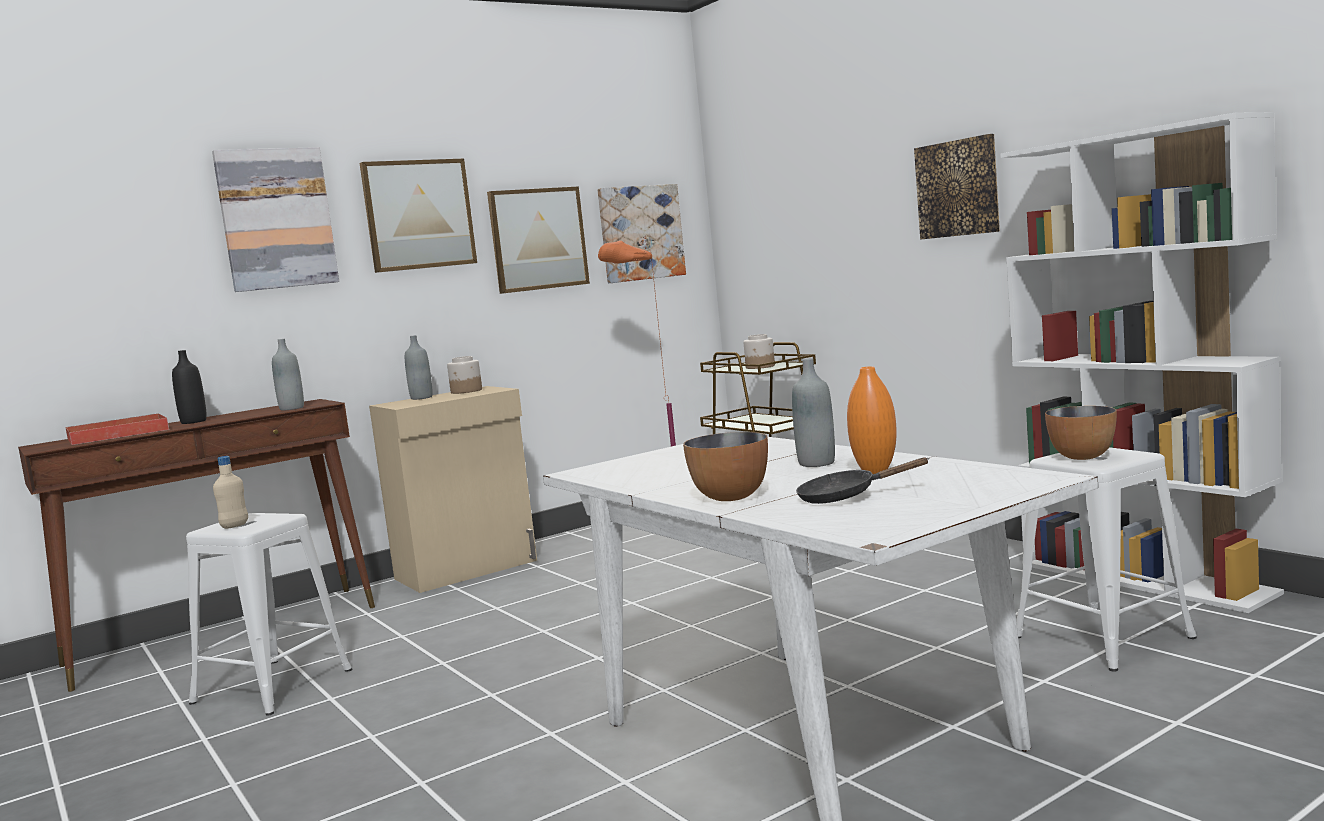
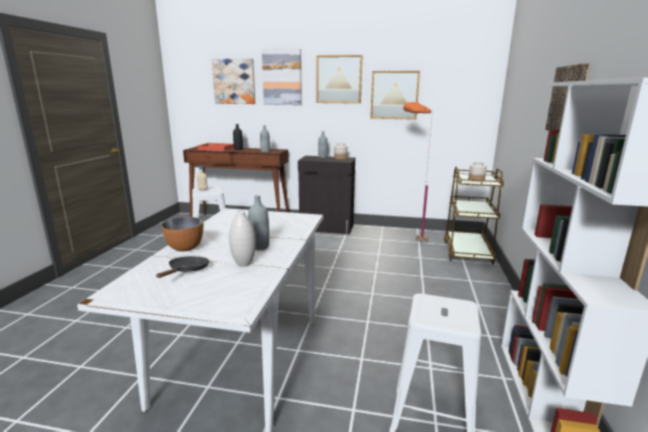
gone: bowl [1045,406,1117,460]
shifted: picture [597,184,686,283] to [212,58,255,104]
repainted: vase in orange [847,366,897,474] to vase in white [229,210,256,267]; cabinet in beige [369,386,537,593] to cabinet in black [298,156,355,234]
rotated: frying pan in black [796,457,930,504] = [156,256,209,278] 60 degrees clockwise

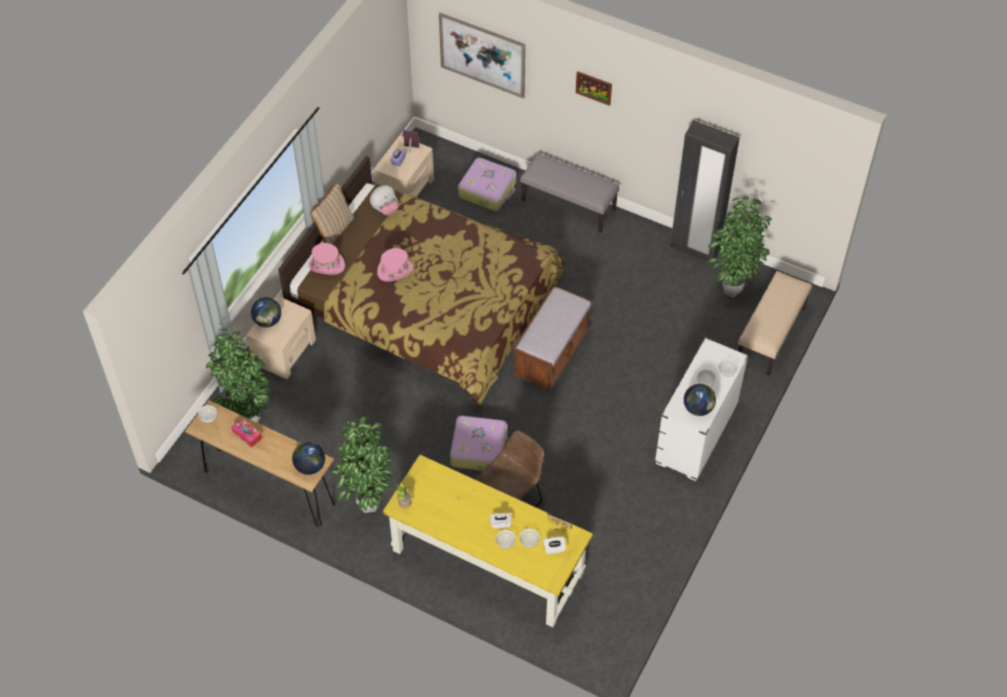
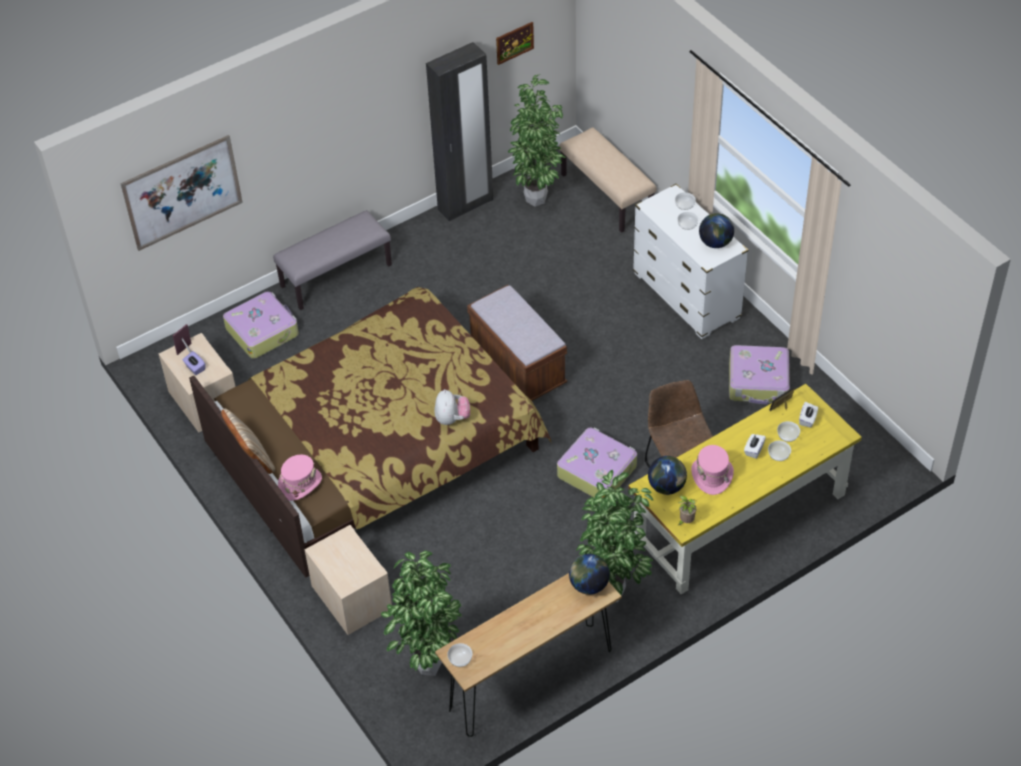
gone: tissue box [231,418,262,448]
new: suitcase [729,345,790,405]
shifted: picture [575,71,612,106] to [496,22,534,65]; plush toy [370,185,399,215] to [434,389,470,425]; hat in pink [377,248,413,282] to [691,445,734,495]; globe [251,297,281,327] to [648,456,687,495]

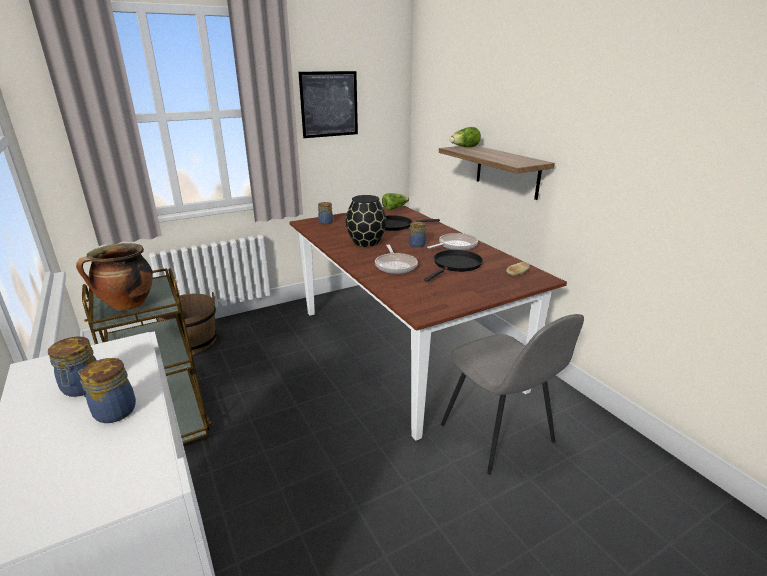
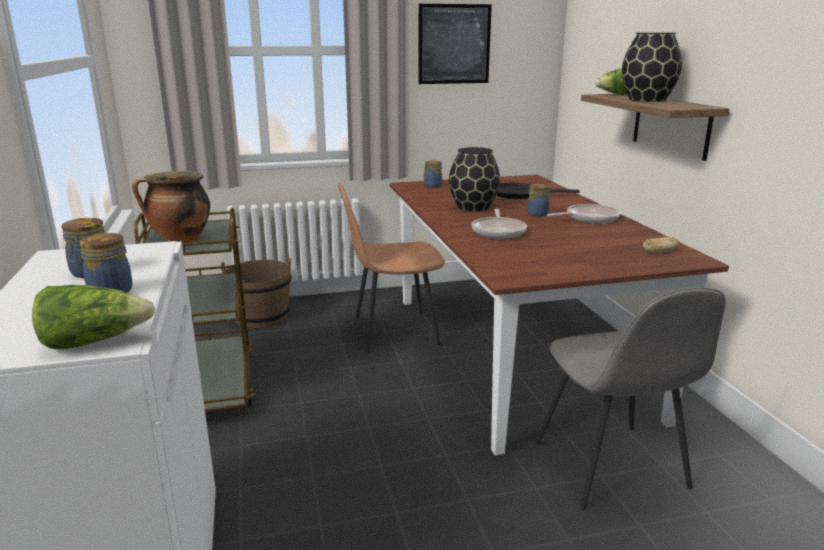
gone: frying pan in black [424,250,483,282]
new: vase in black [622,33,682,102]; chair in brown [338,183,445,352]
shifted: lettuce [382,193,409,210] to [32,285,155,349]

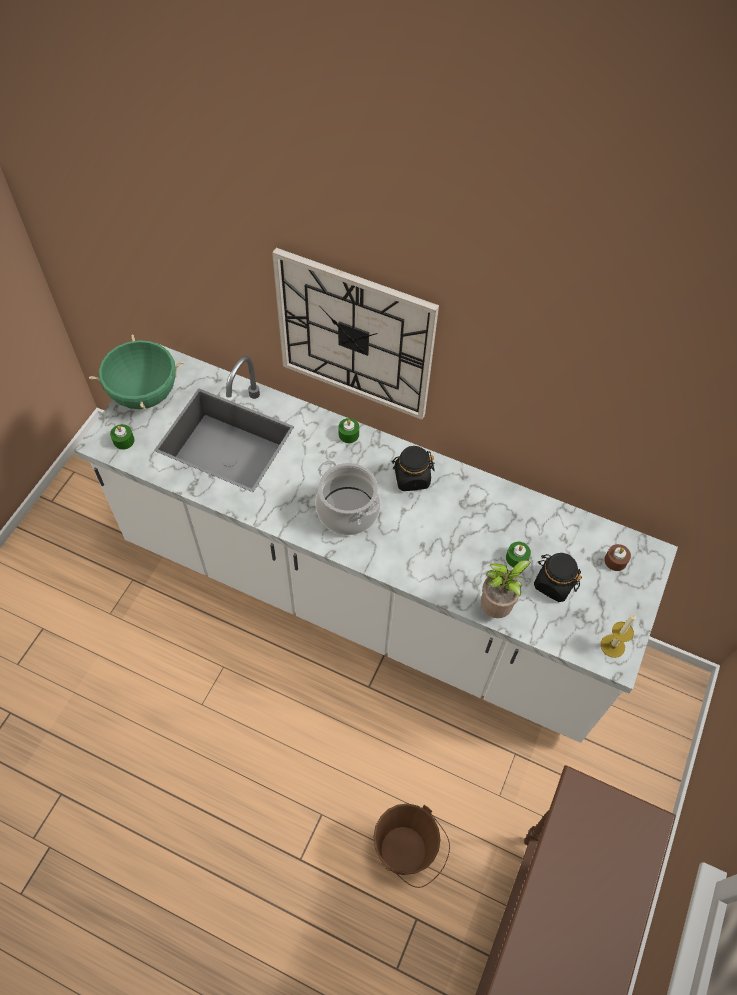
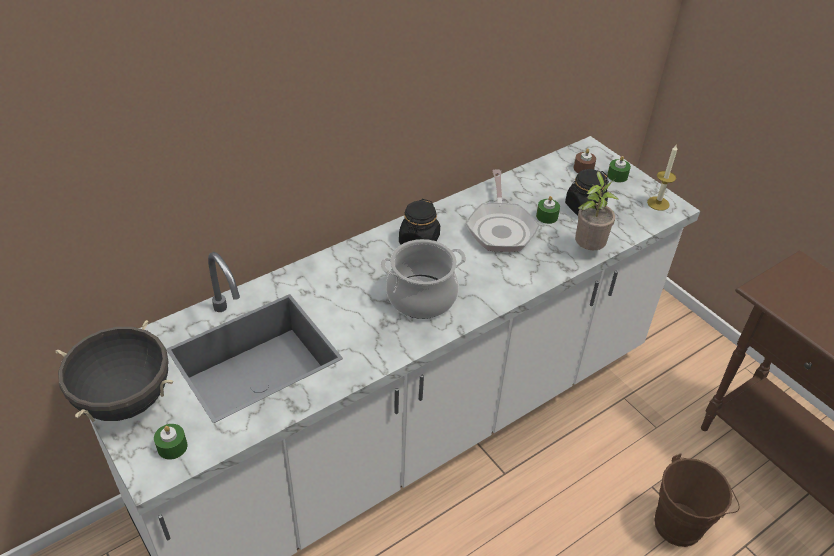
gone: wall clock [272,248,439,420]
new: frying pan [466,170,540,252]
shifted: candle in green [338,418,359,443] to [607,156,631,182]
repainted: cooking pot in green [89,335,184,411] to cooking pot in black [56,320,173,422]

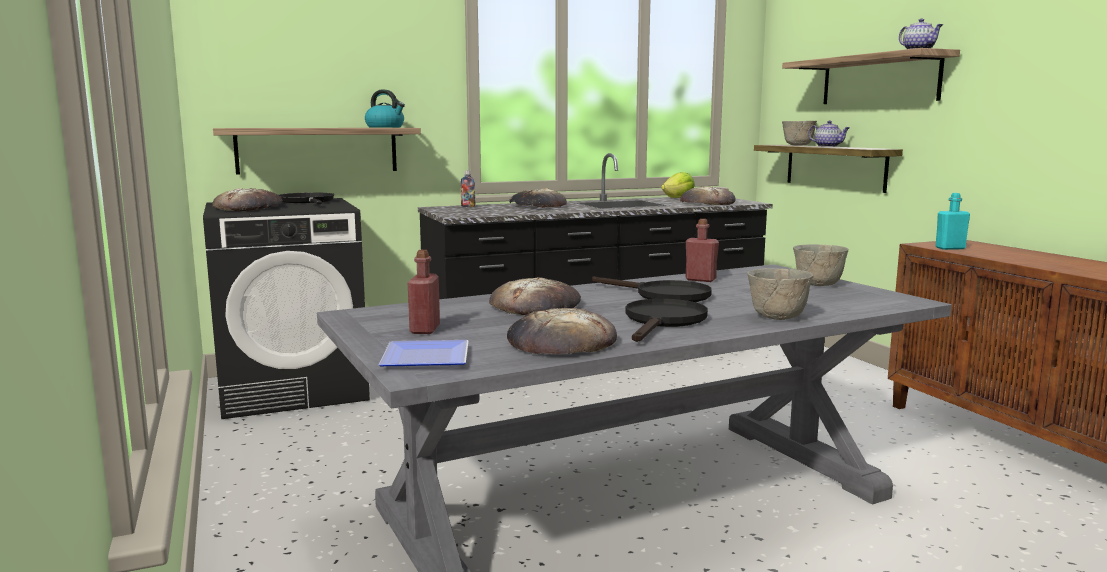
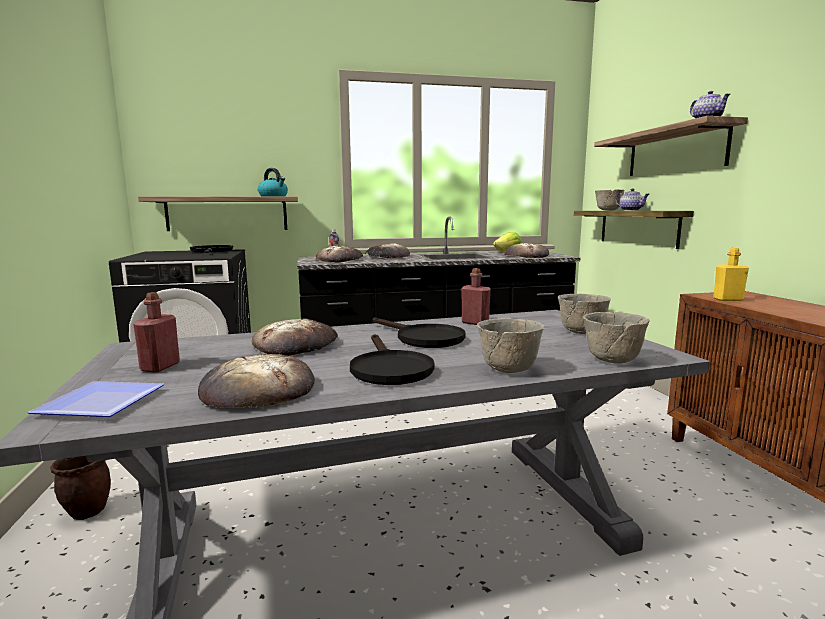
new: bowl in grey [583,312,649,363]; planter in brown [50,456,111,520]
shifted: bread [213,188,283,211] to [316,246,363,262]
repainted: bottle in turquoise [935,193,970,250] to bottle in yellow [713,248,749,301]
rotated: frying pan in black [625,299,708,342] = [350,334,434,385] 135 degrees clockwise

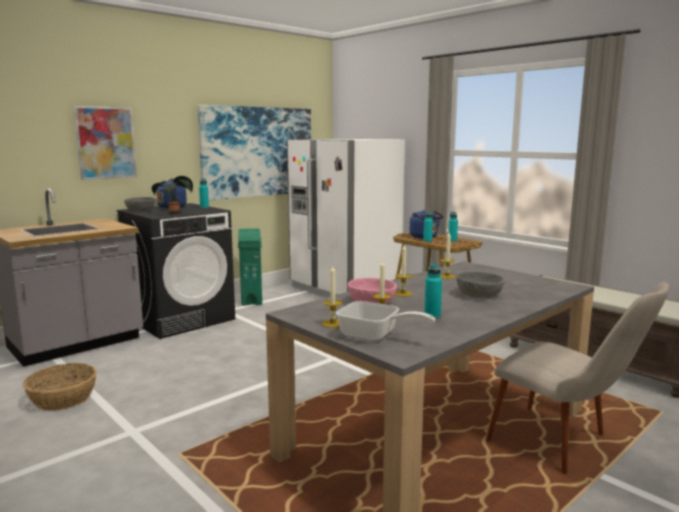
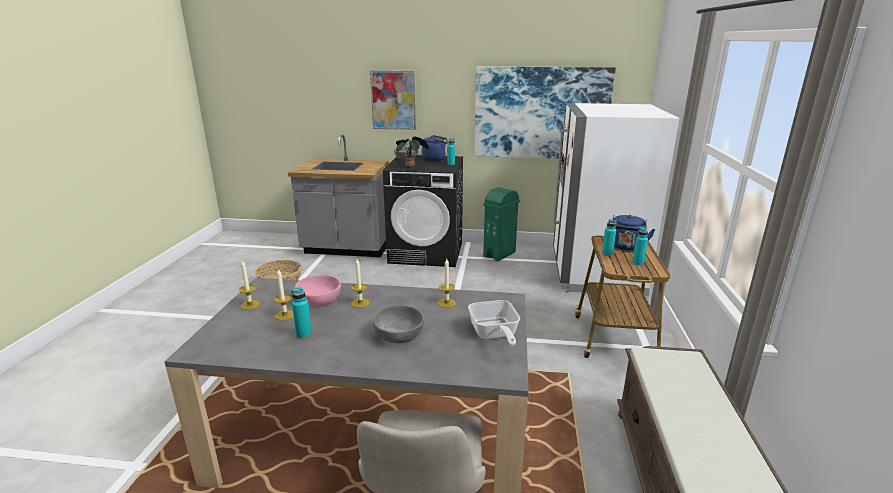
shifted: frying pan [336,301,436,341] to [468,300,520,346]

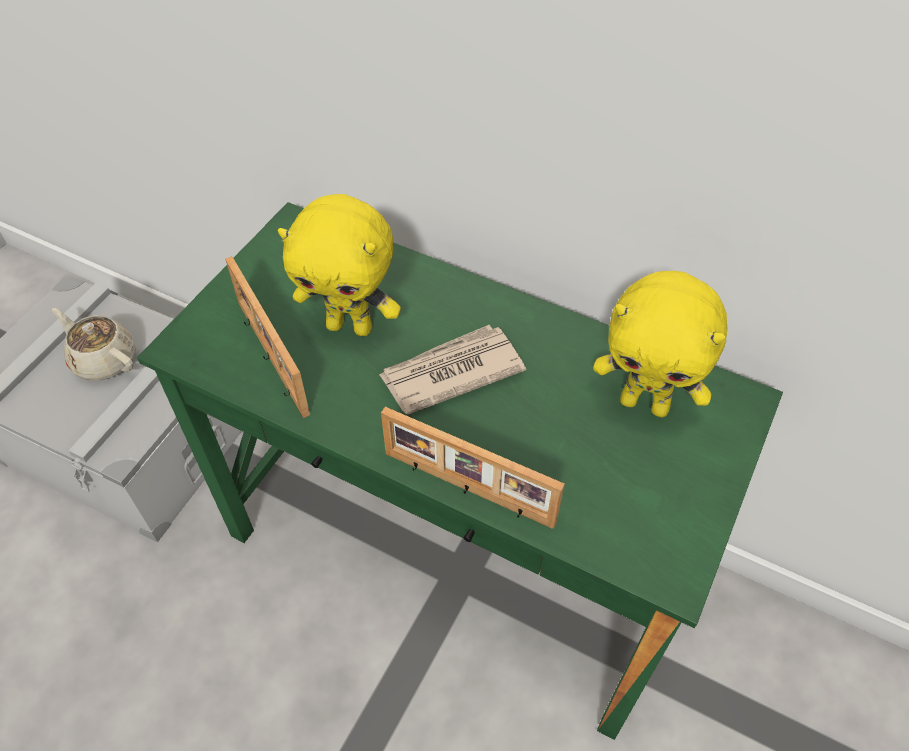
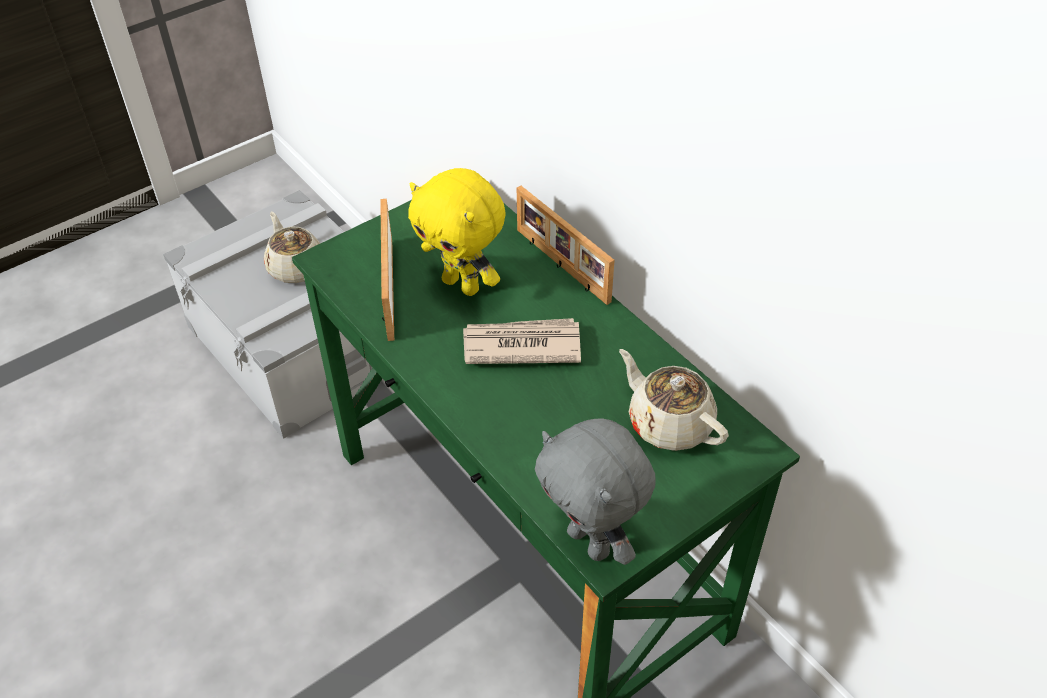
new: plush toy in grey [535,419,656,565]
shifted: picture frame [381,407,565,529] to [517,186,614,305]
swapped: plush toy in yellow [593,271,727,417] to teapot in beige [619,349,729,451]

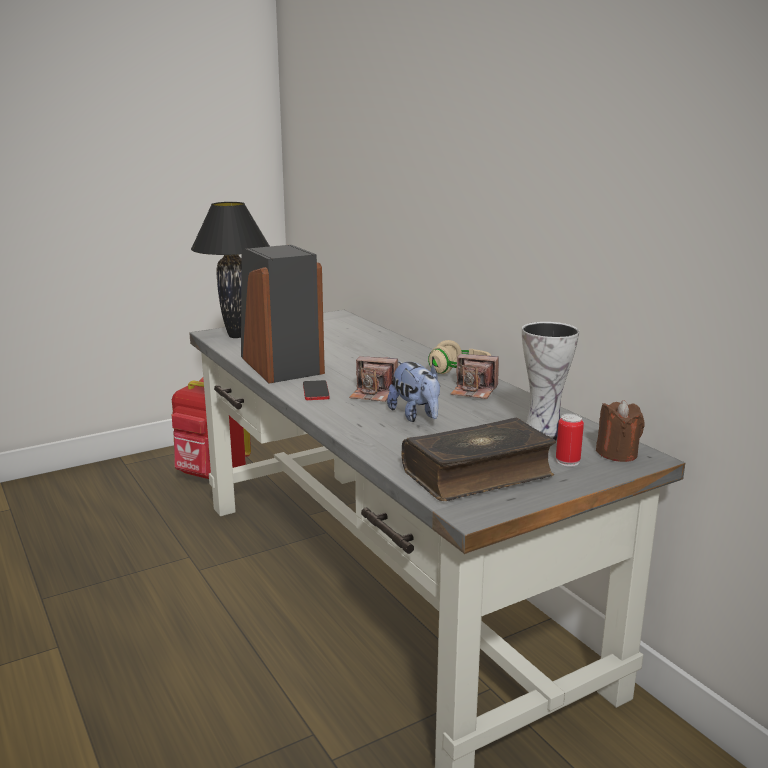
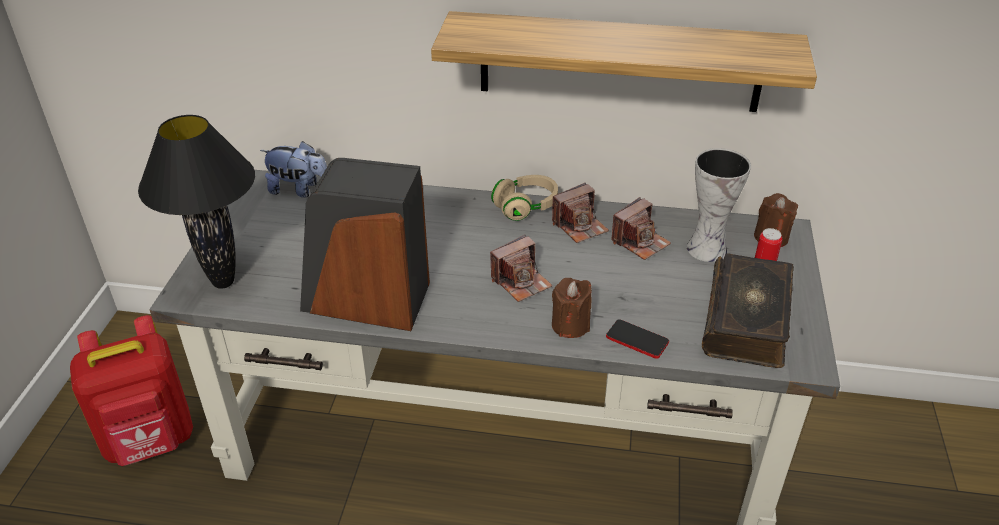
new: shelf [431,11,817,112]; photo camera [611,197,671,260]; candle in brown [552,278,592,338]
shifted: plush toy [387,361,440,422] to [260,141,327,198]; phone [303,380,330,400] to [606,319,669,359]

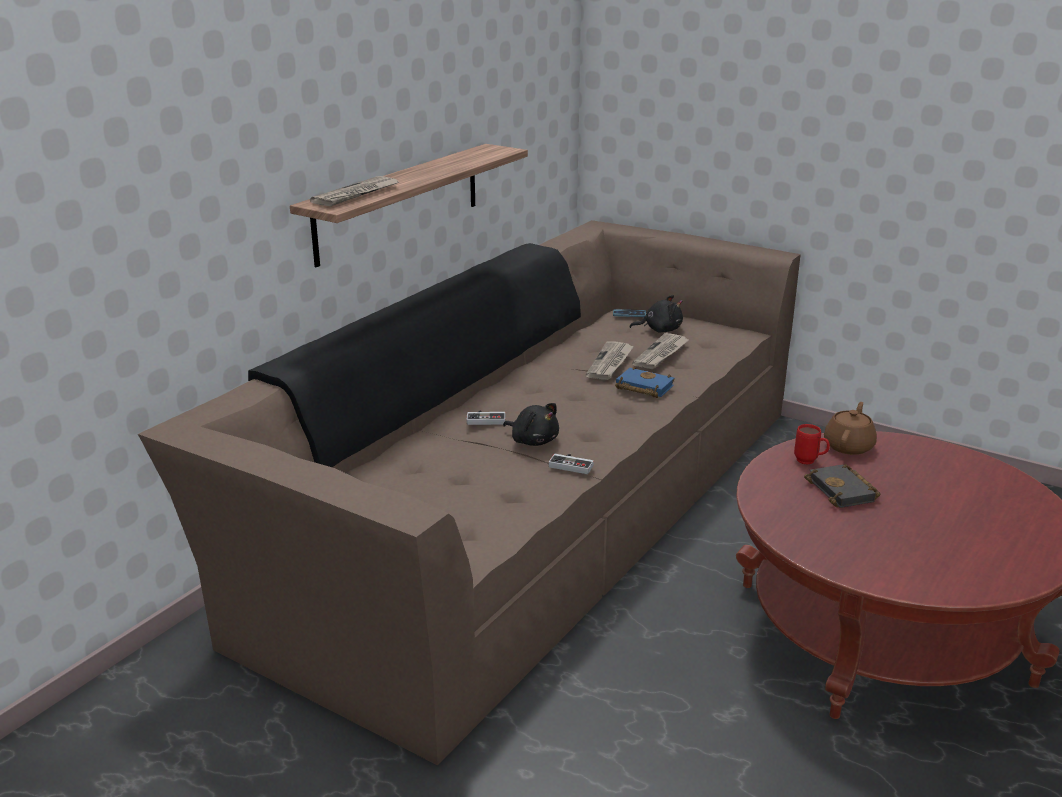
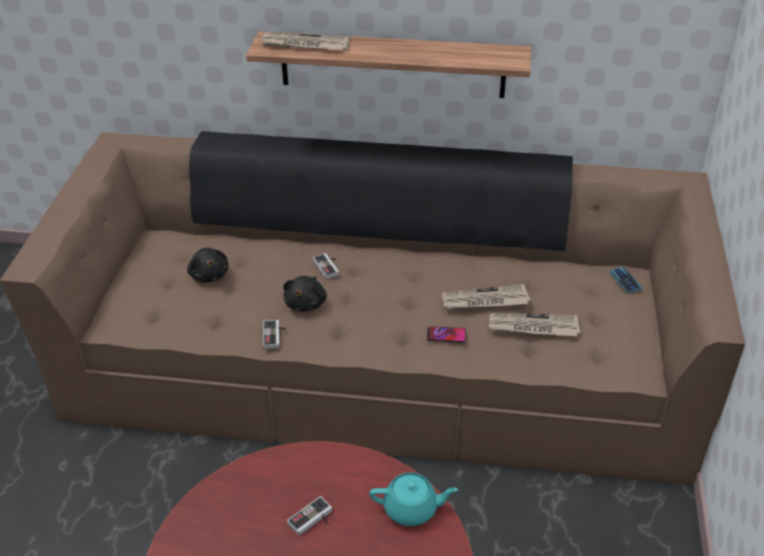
gone: mug in red [794,424,830,465]
shifted: plush toy in black [629,295,683,333] to [187,248,229,282]
swapped: book in blue [615,366,674,398] to phone [427,326,466,343]; book in black [804,464,880,508] to game controller [287,496,332,536]
repainted: teapot in brown [824,402,877,455] to teapot in turquoise [369,472,458,526]

